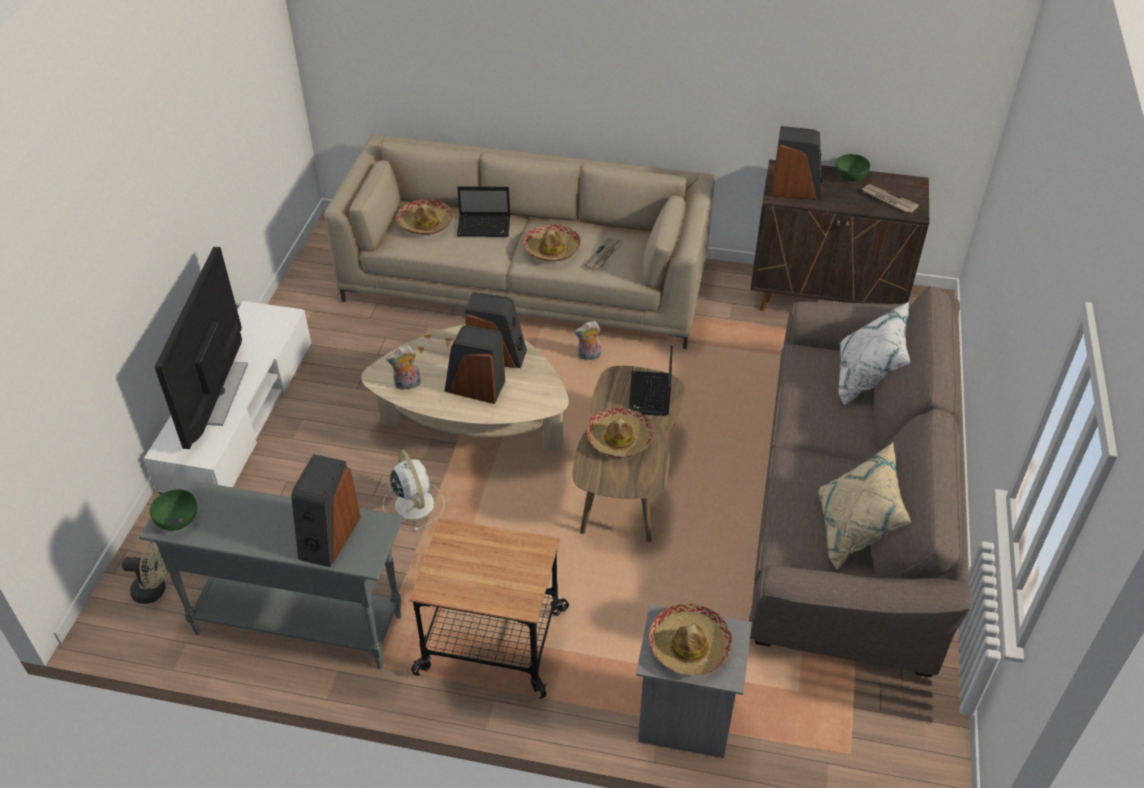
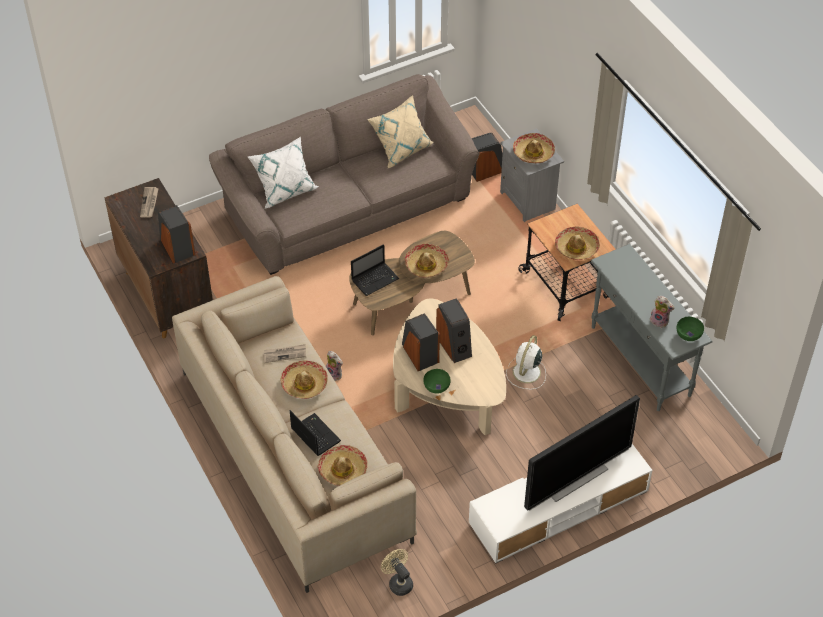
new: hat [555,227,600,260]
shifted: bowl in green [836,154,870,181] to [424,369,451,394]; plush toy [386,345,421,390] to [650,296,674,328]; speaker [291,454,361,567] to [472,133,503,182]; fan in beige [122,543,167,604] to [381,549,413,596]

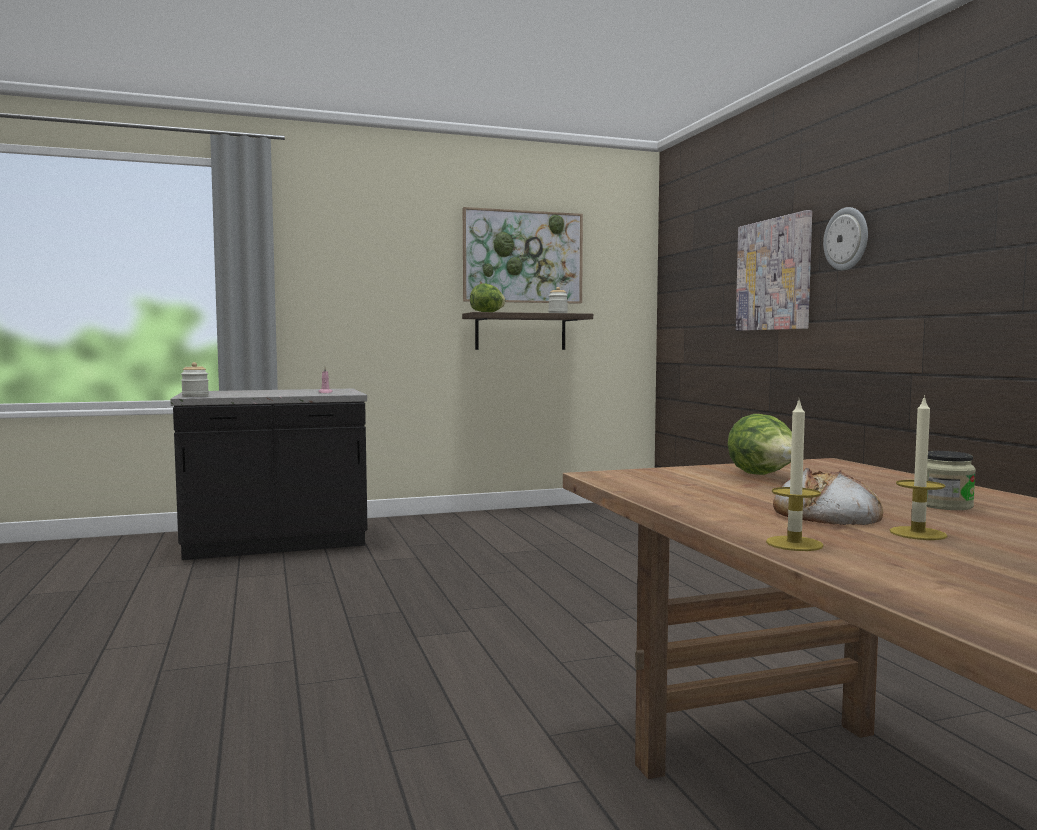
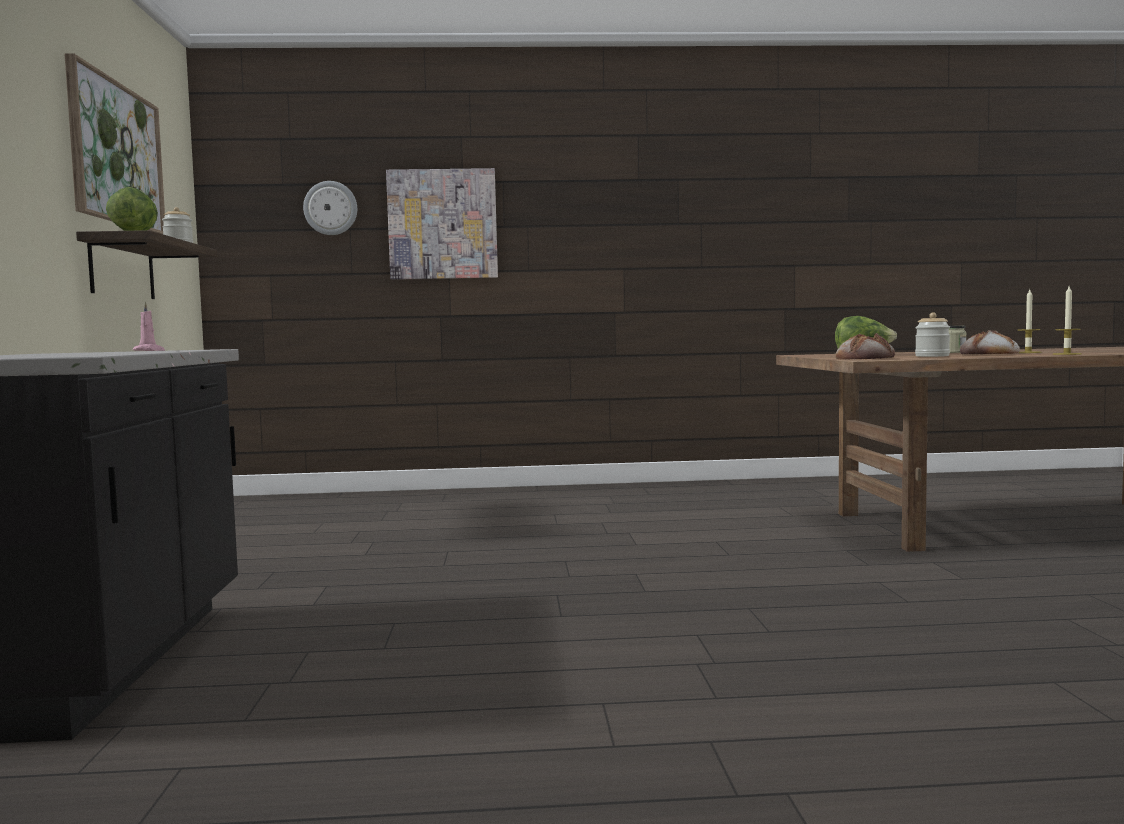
new: bread [836,333,895,359]
shifted: wall clock [823,207,868,270] to [303,181,357,235]; jar [181,362,209,397] to [915,312,950,357]

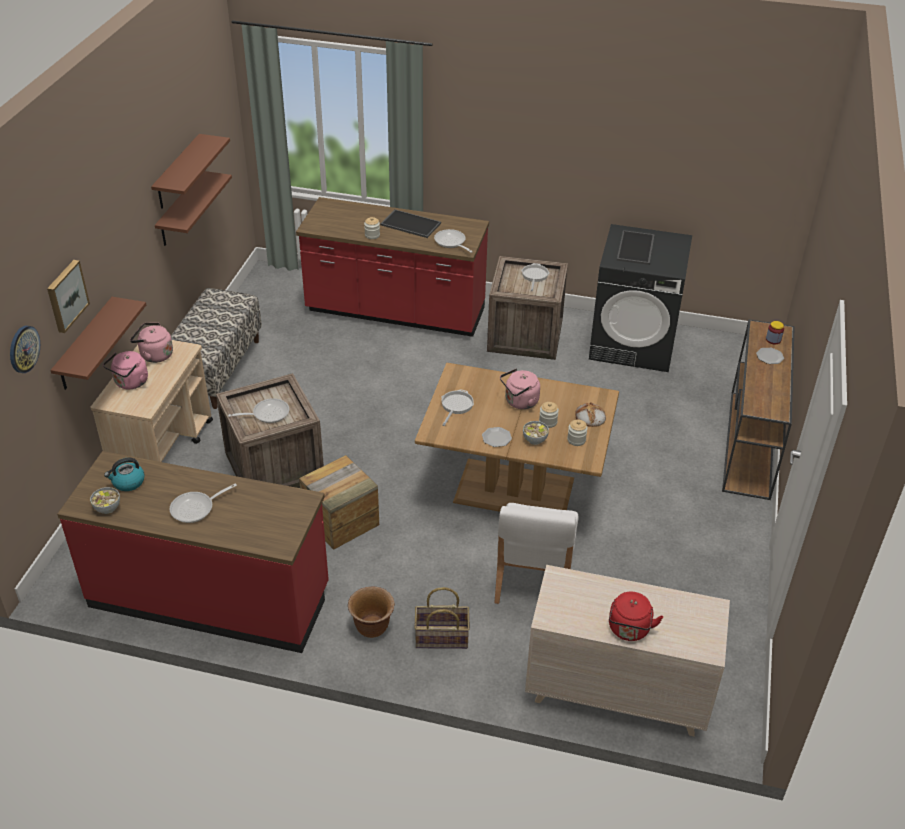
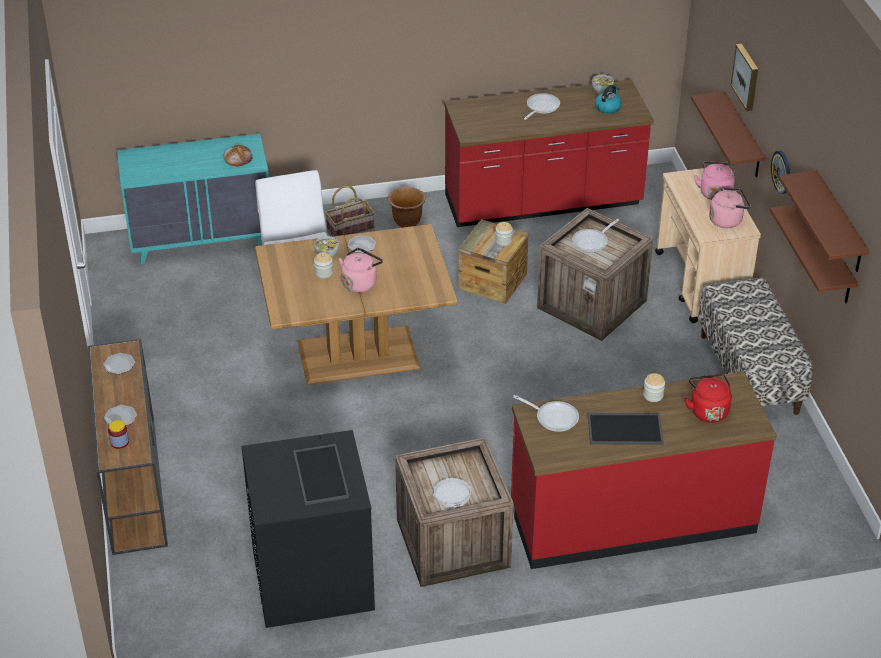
gone: frying pan [441,389,474,426]
new: plate [103,353,135,374]
shifted: wall clock [10,326,40,373] to [771,151,790,194]; bread [575,402,606,427] to [223,145,253,166]; jar [567,420,588,446] to [495,222,513,246]; kettle in red [609,592,663,641] to [685,373,732,423]
repainted: dresser in beige [525,565,730,736] to dresser in turquoise [117,134,269,264]

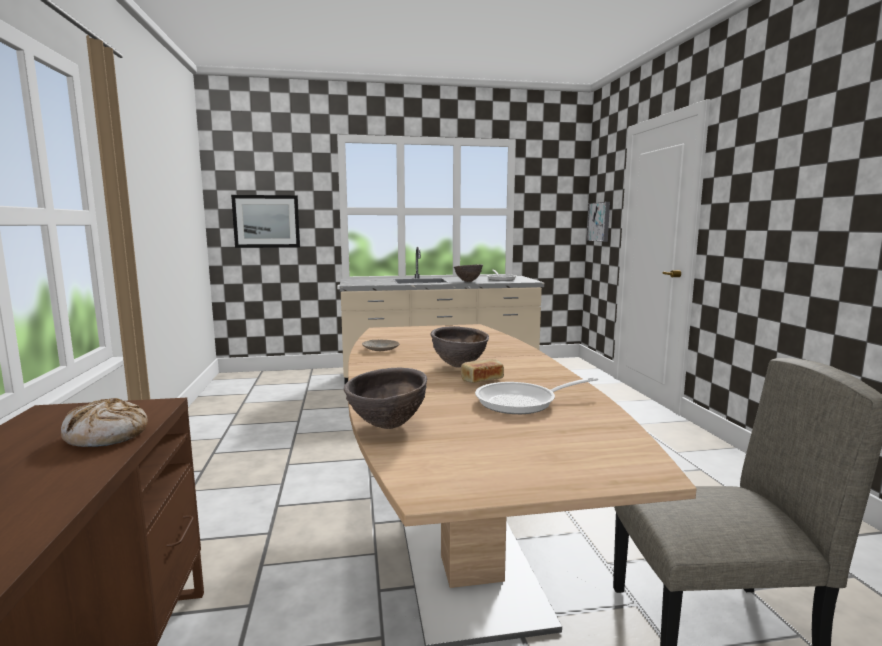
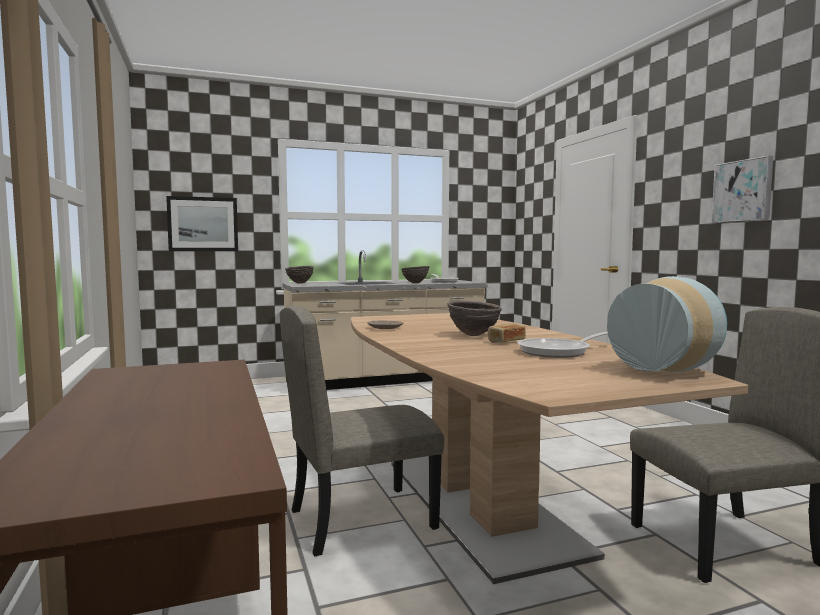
gone: bread [61,398,148,447]
new: vase [607,276,727,372]; chair in beige [280,306,444,556]
shifted: picture [587,202,610,242] to [712,155,773,223]; bowl in brown [344,367,427,429] to [285,266,314,283]

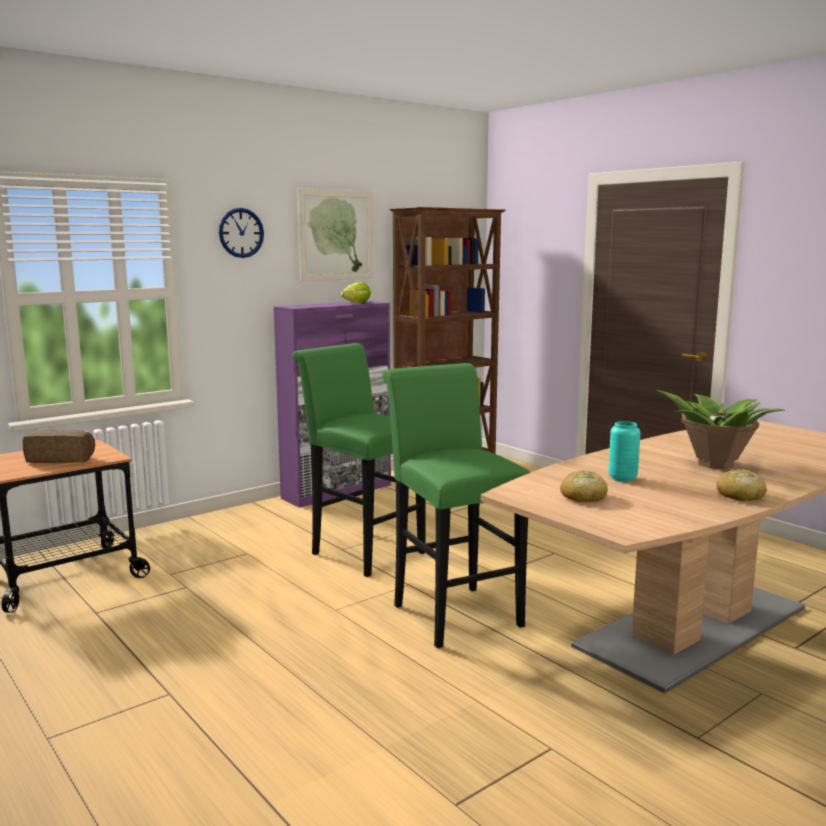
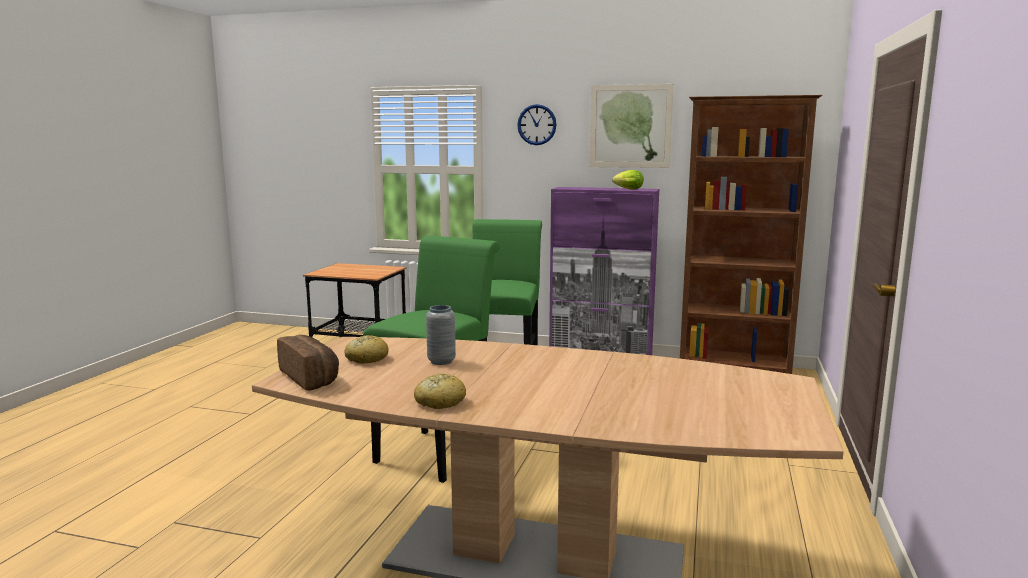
gone: potted plant [656,390,785,469]
shifted: bread [22,430,95,463] to [277,335,339,391]
repainted: vase in turquoise [608,421,641,482] to vase in grey [426,305,456,365]

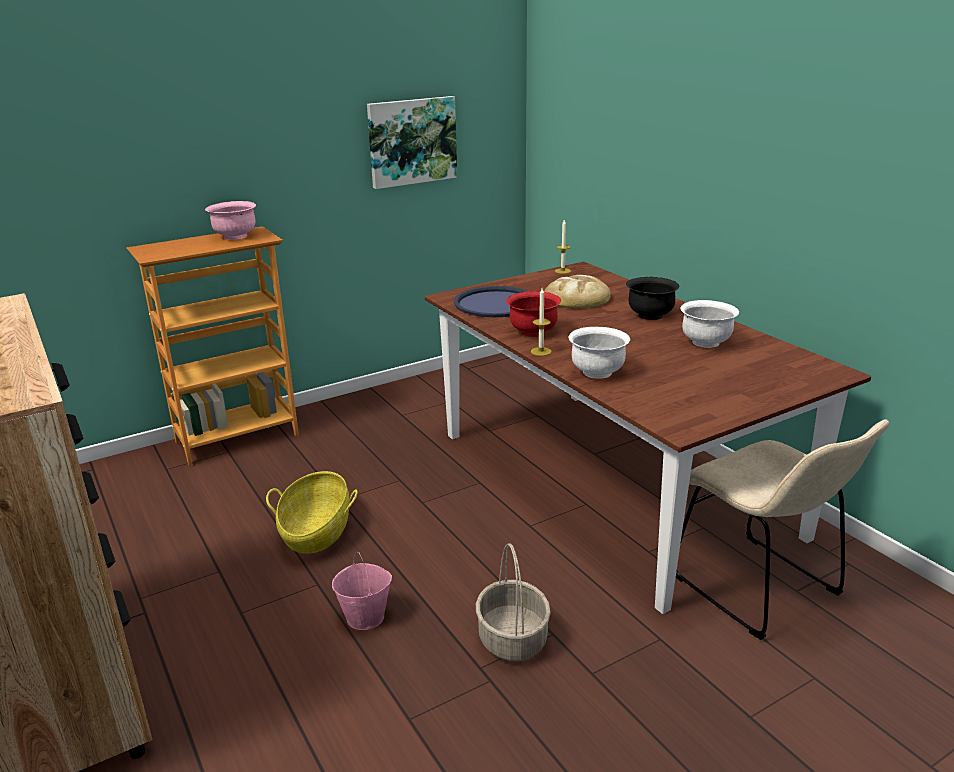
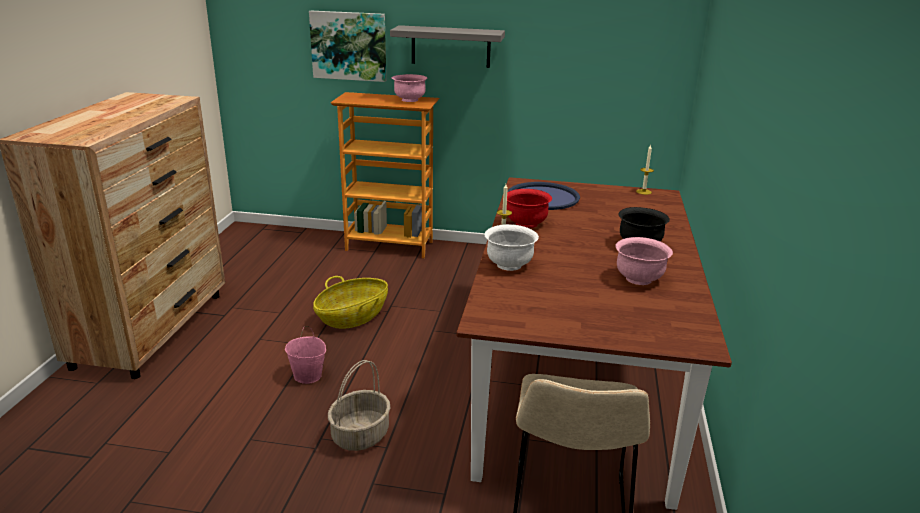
gone: bread [544,275,611,308]
new: shelf in grey [390,25,505,68]
shifted: picture [367,96,457,189] to [309,11,386,82]
repainted: bowl in white [680,300,739,348] to bowl in pink [615,237,673,285]

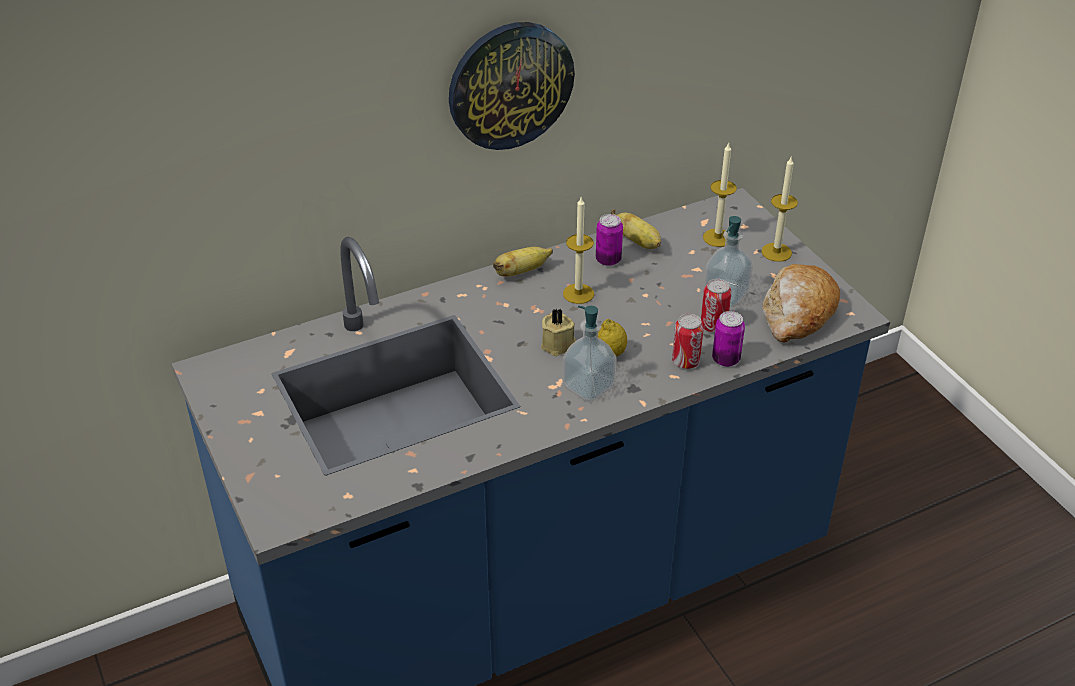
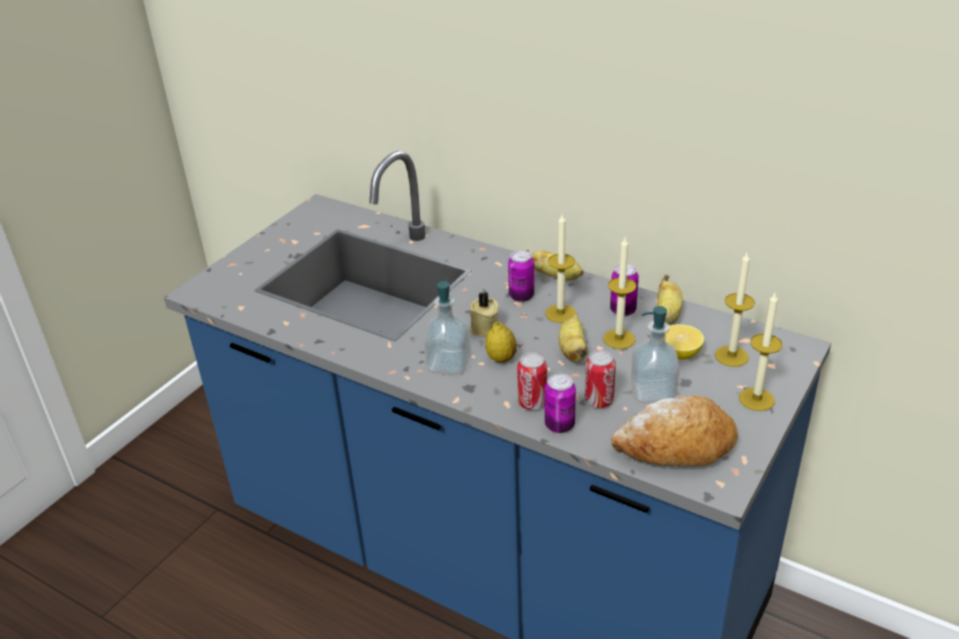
gone: wall clock [449,22,575,150]
new: candle [603,238,637,349]; can [508,250,534,302]; banana [559,314,588,362]; lemon [665,324,704,360]

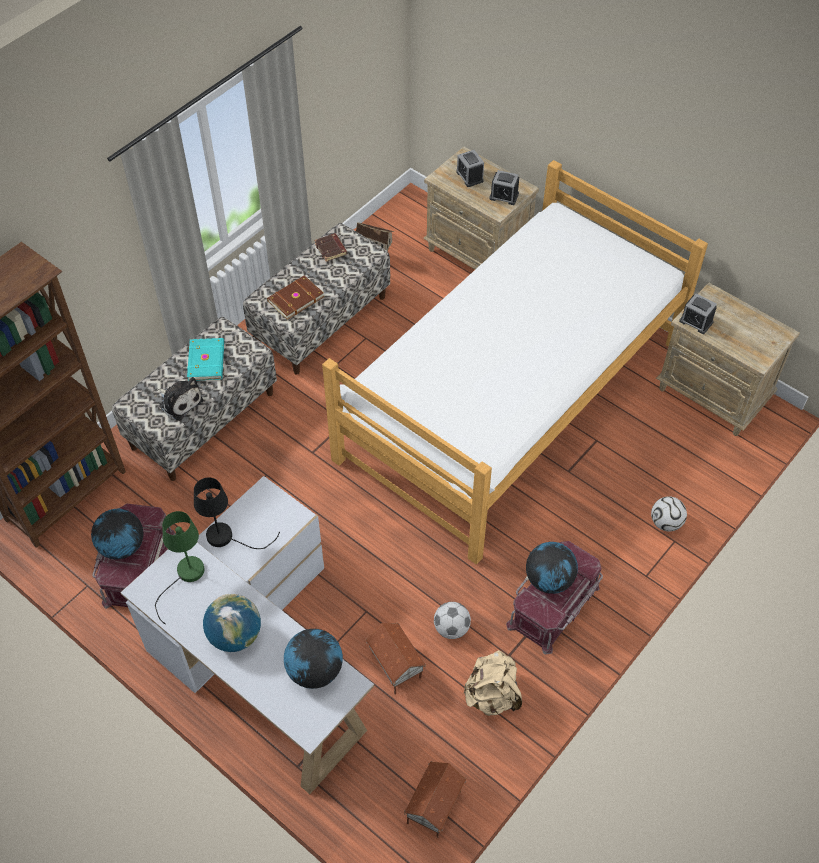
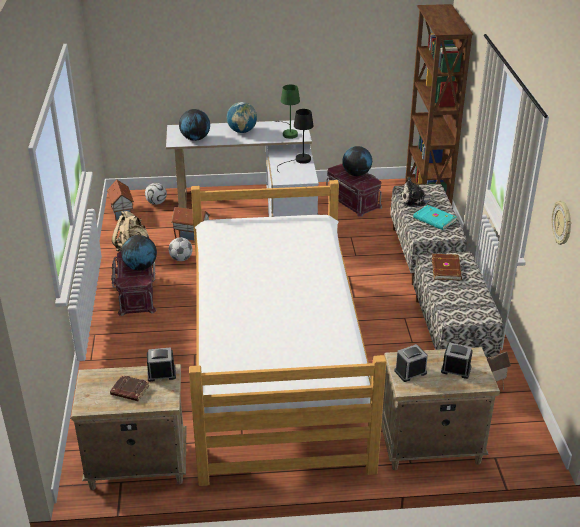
new: wall clock [552,201,571,245]
shifted: book in brown [314,233,347,262] to [110,375,150,401]; football [651,496,687,532] to [145,183,167,205]

